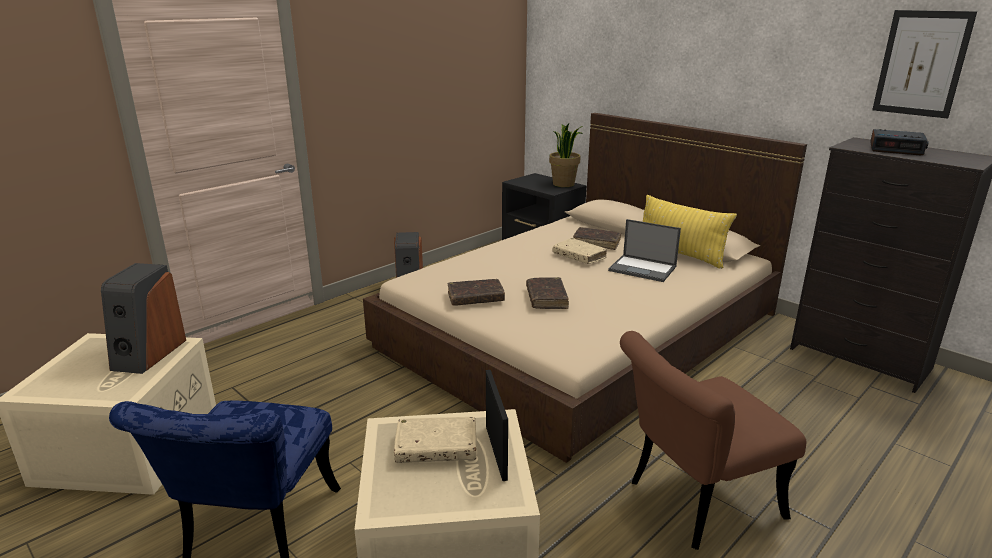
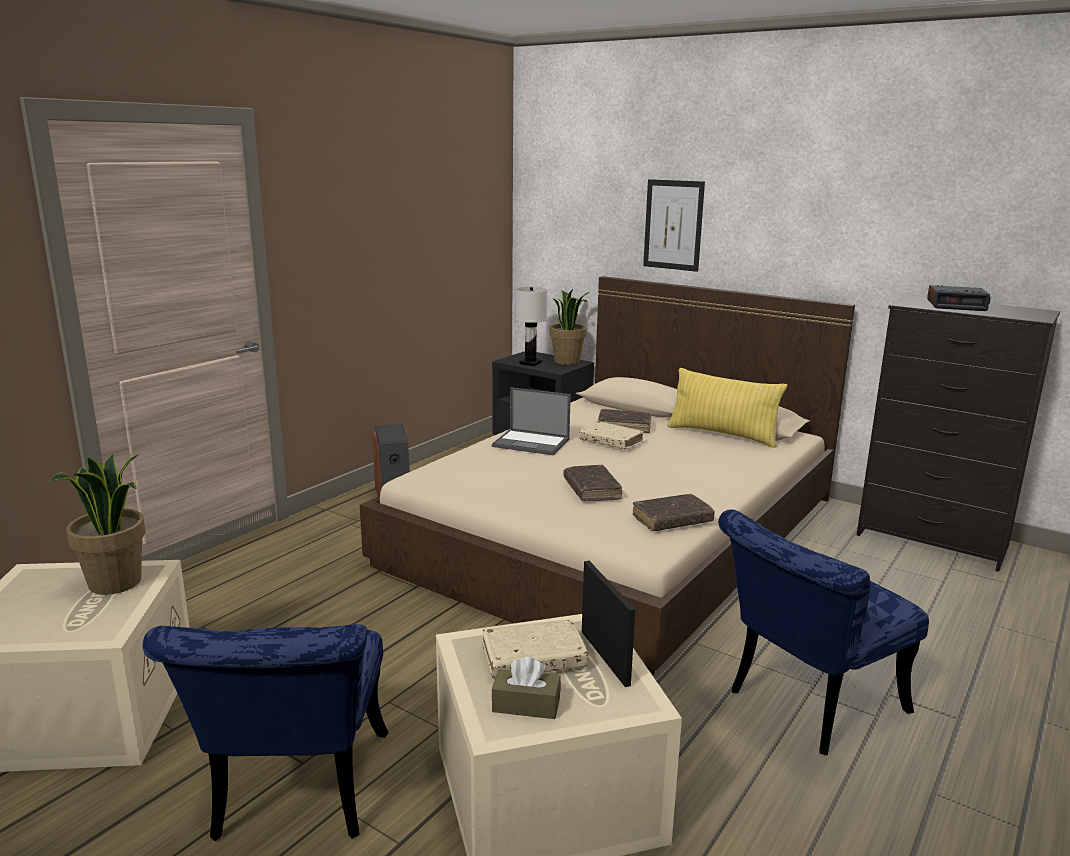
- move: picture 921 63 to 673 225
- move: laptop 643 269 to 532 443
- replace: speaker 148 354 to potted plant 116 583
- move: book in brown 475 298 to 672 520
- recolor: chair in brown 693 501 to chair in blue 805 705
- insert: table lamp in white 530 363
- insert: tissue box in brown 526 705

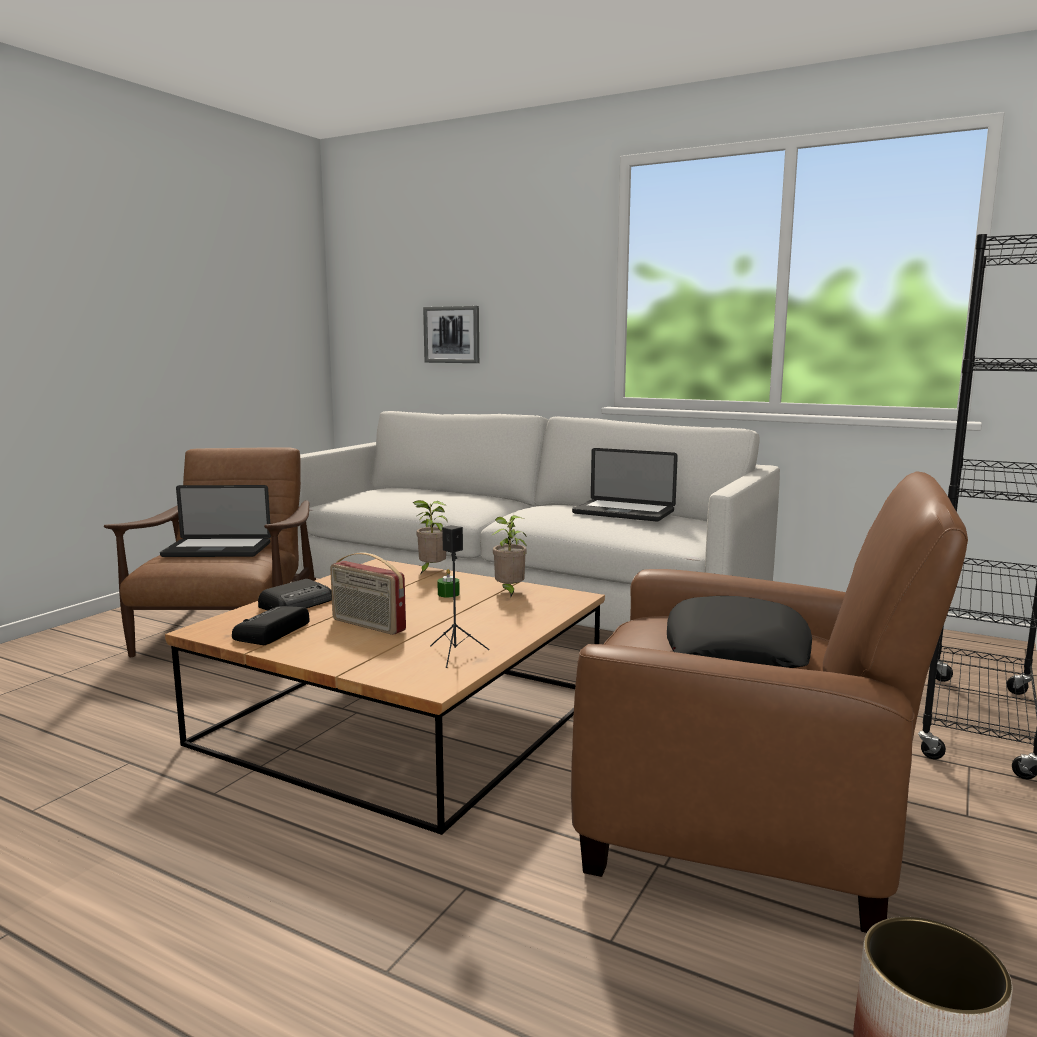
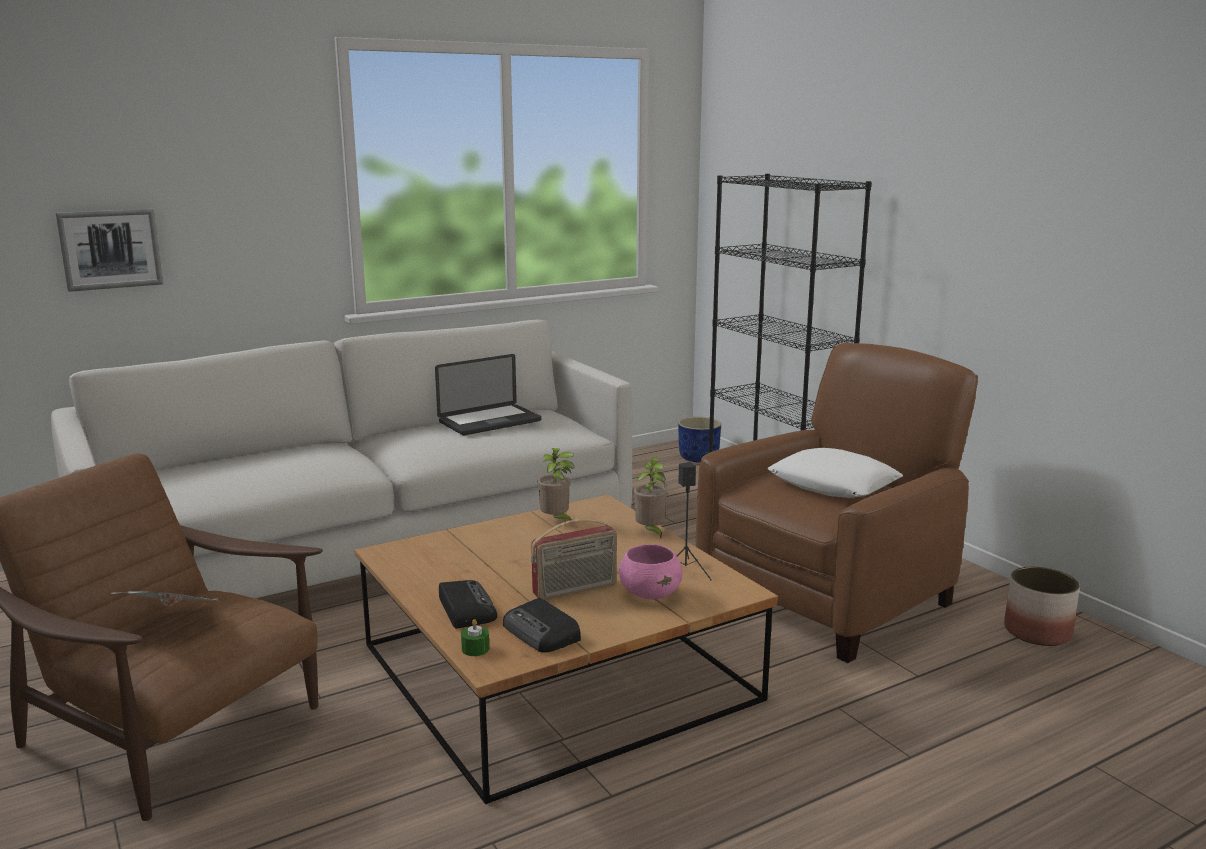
- replace: laptop 217 550 to newspaper 175 621
- move: potted plant 431 570 to 650 532
- move: candle in green 448 594 to 475 649
- recolor: pillow in black 737 649 to pillow in white 833 484
- insert: planter in blue 699 458
- insert: bowl in pink 650 594

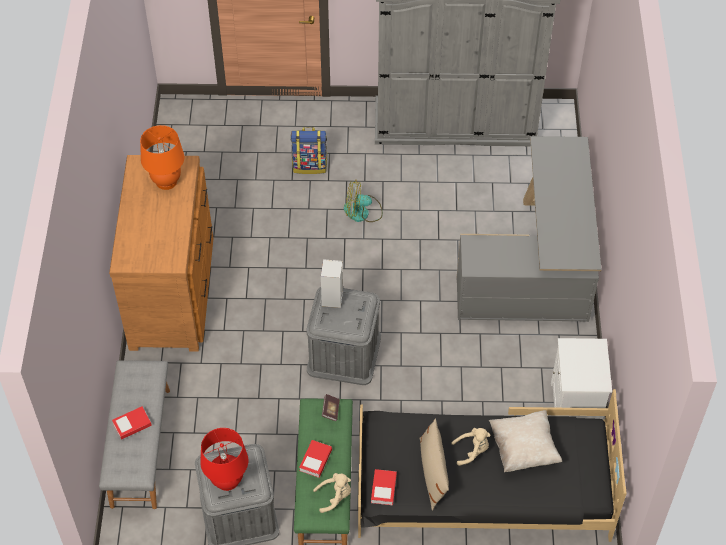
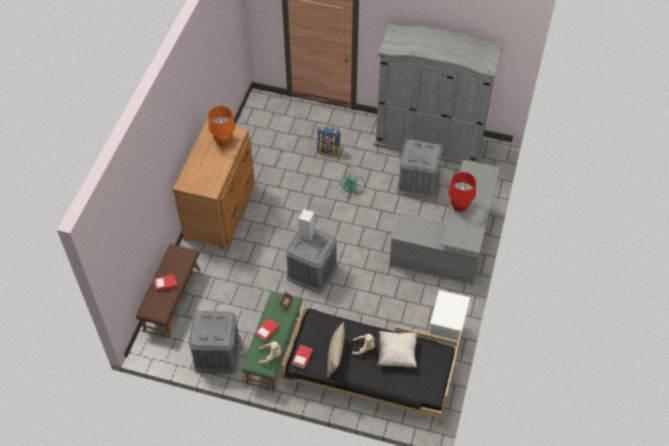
- recolor: bench in grey 139 447 to bench in brown 171 299
- move: table lamp in red 227 480 to 459 206
- insert: storage box in grey 418 182

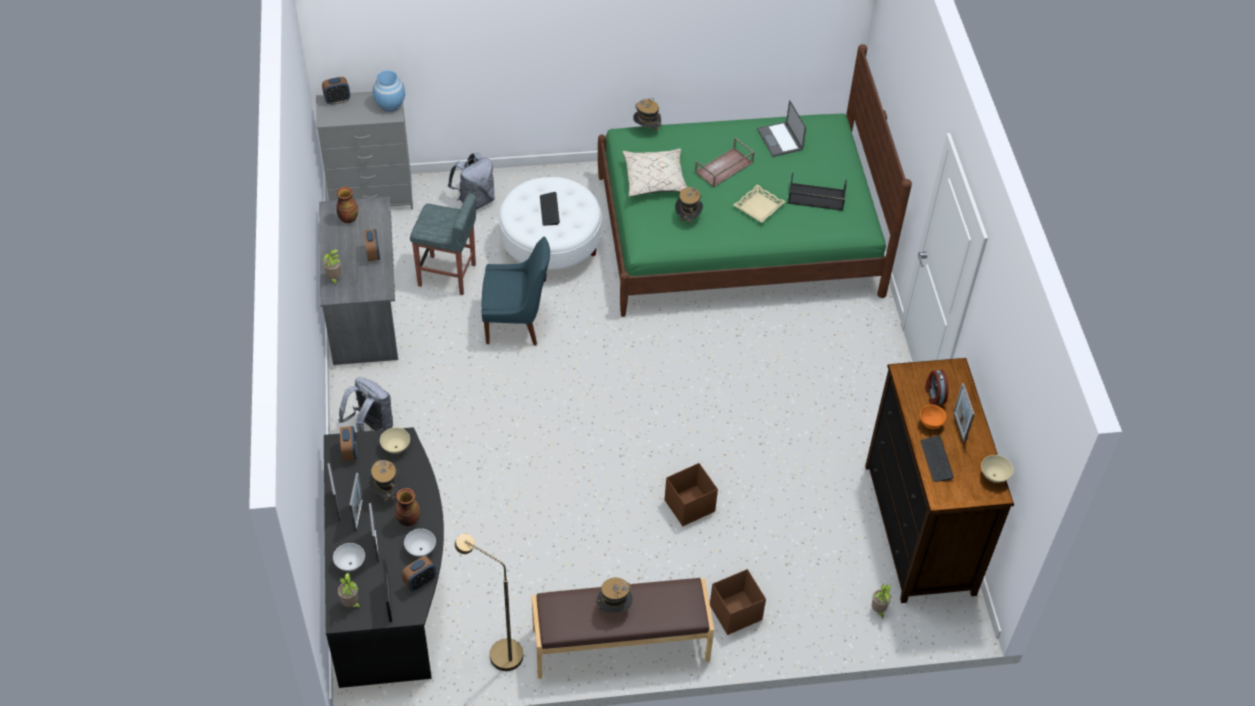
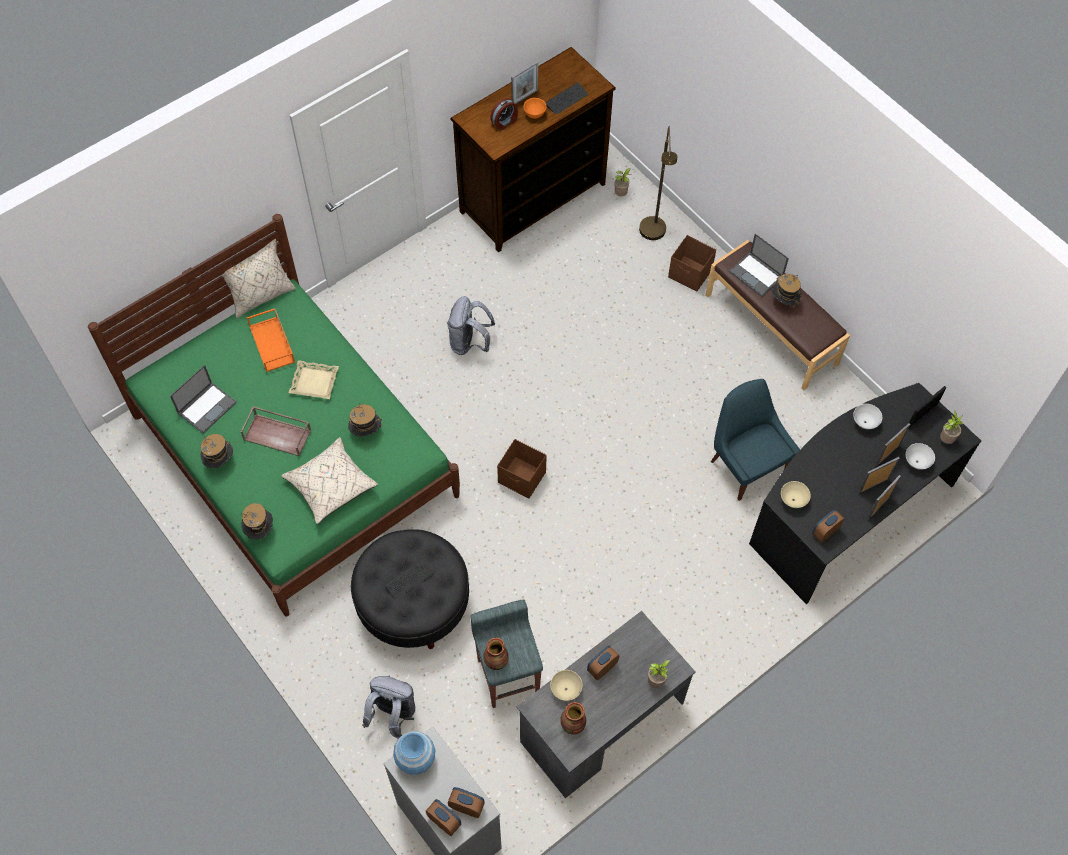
- recolor: tray in black 815 197 to tray in orange 273 344
- recolor: ottoman in white 550 249 to ottoman in black 413 603
- move: chair in blue 516 323 to 746 465
- move: backpack in grey 371 428 to 469 343
- move: bowl in beige 994 476 to 566 689
- move: hat 386 493 to 220 461
- move: storage box in brown 688 506 to 522 478
- move: vase 408 520 to 496 662
- move: floor lamp in brown 497 652 to 653 236
- move: alarm clock 420 582 to 467 806
- insert: laptop 757 274
- insert: pillow in beige 261 296

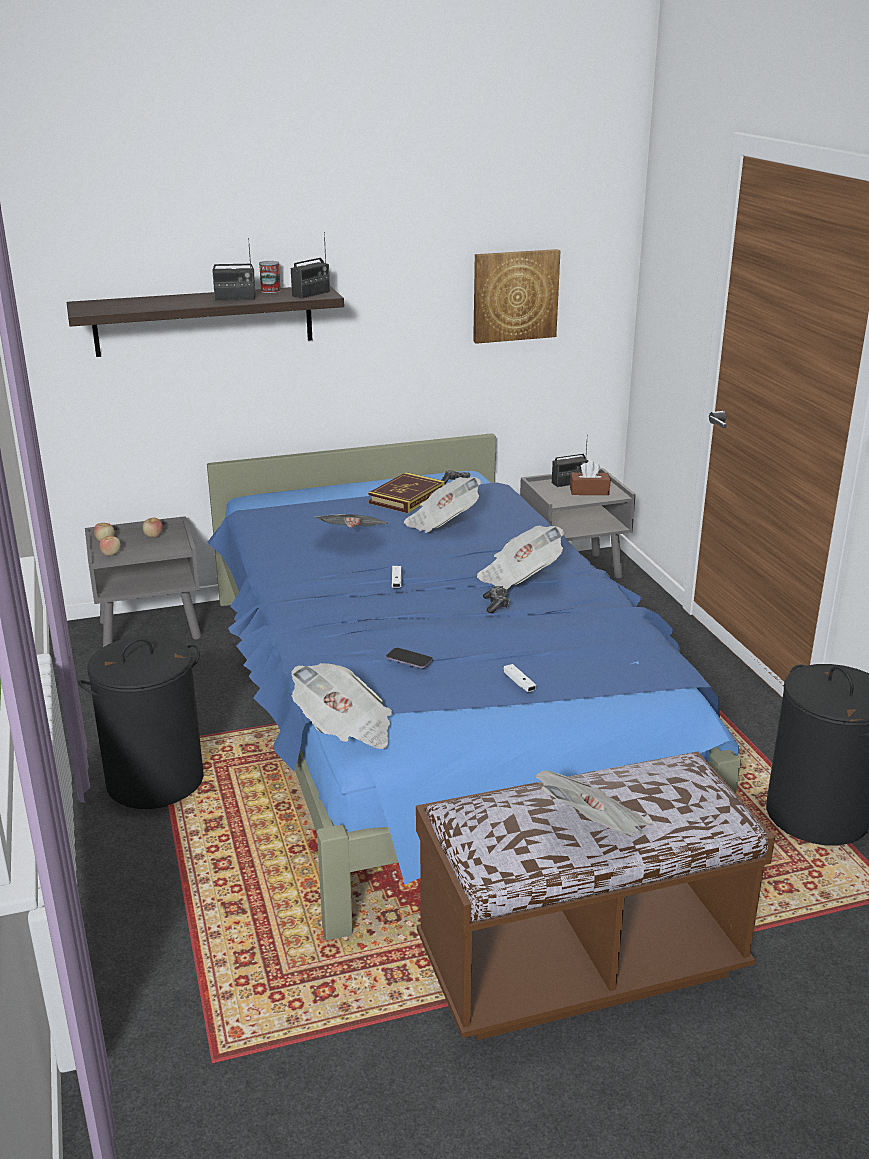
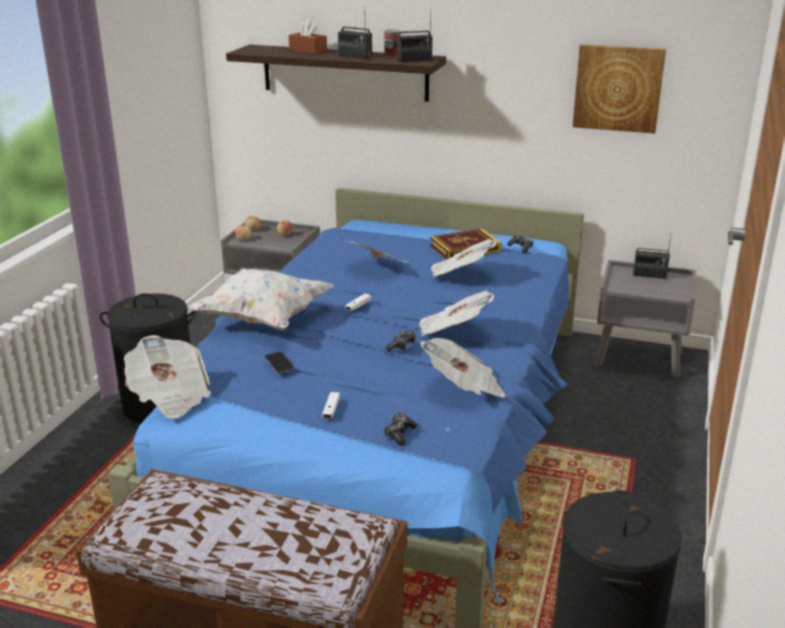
- move: tissue box in brown 589 491 to 308 51
- move: newspaper 594 829 to 463 388
- insert: pillow in white 263 319
- insert: game controller 399 434

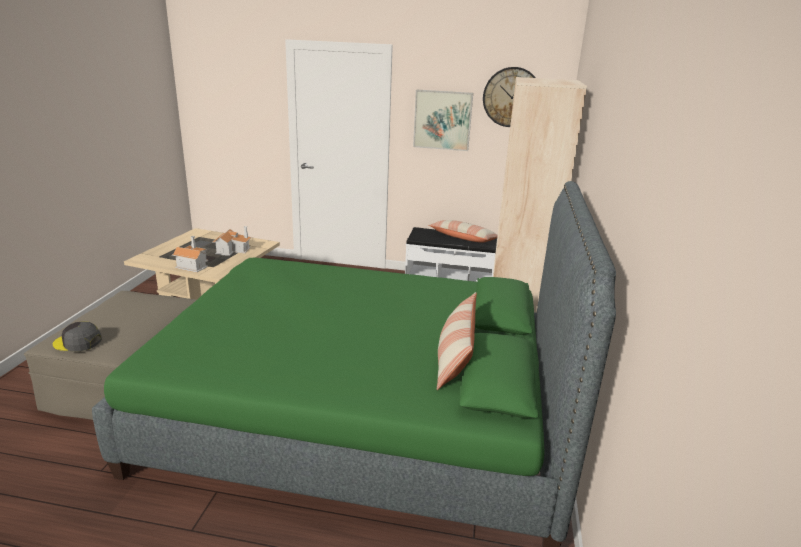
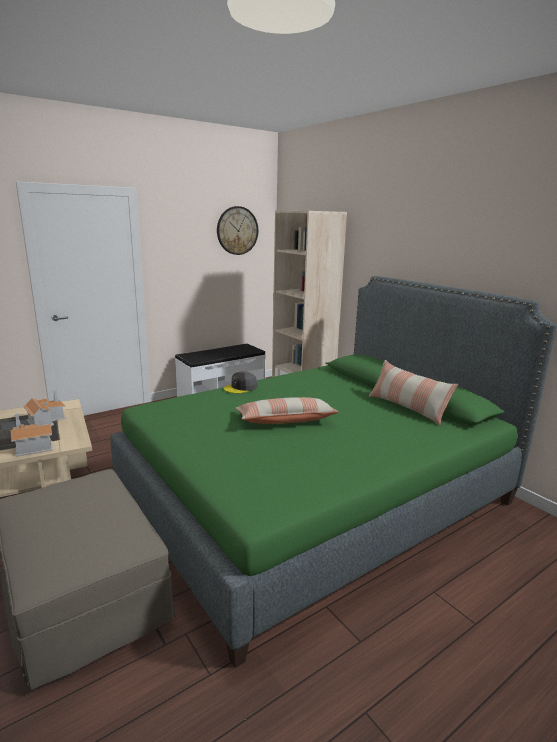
- delete: picture 442 120
- move: pillow 463 238 to 285 420
- move: cap in grey 77 342 to 241 388

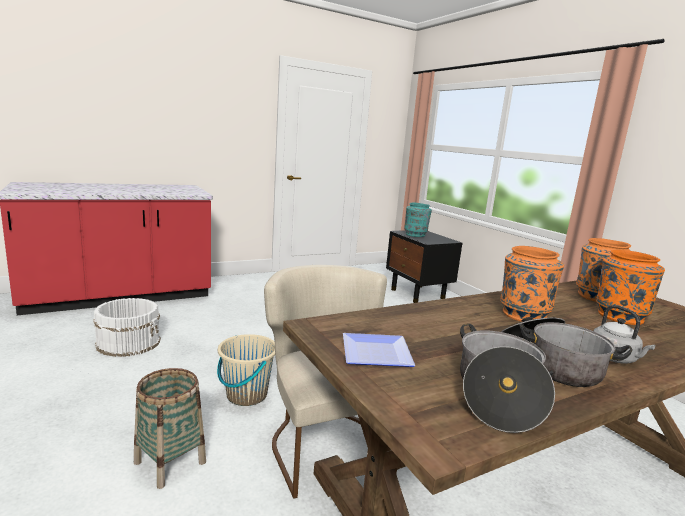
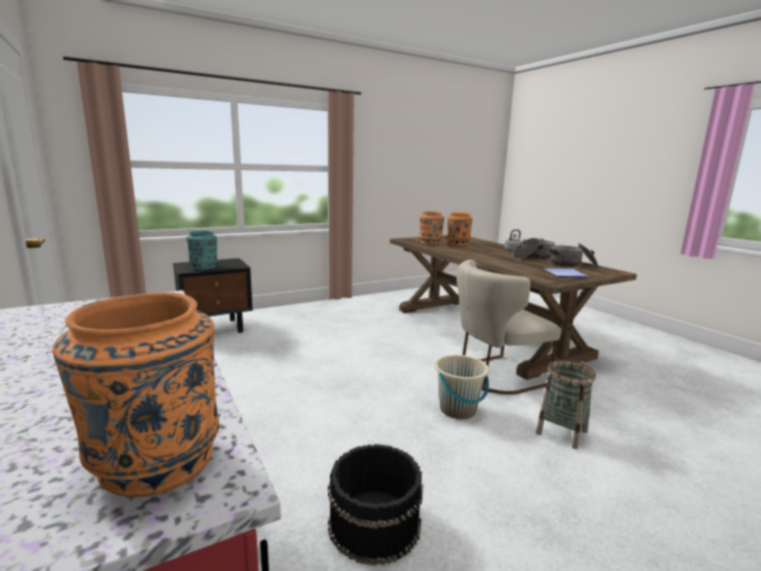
- move: vase in orange 523 315 to 155 463
- recolor: bucket in white 129 342 to bucket in black 373 523

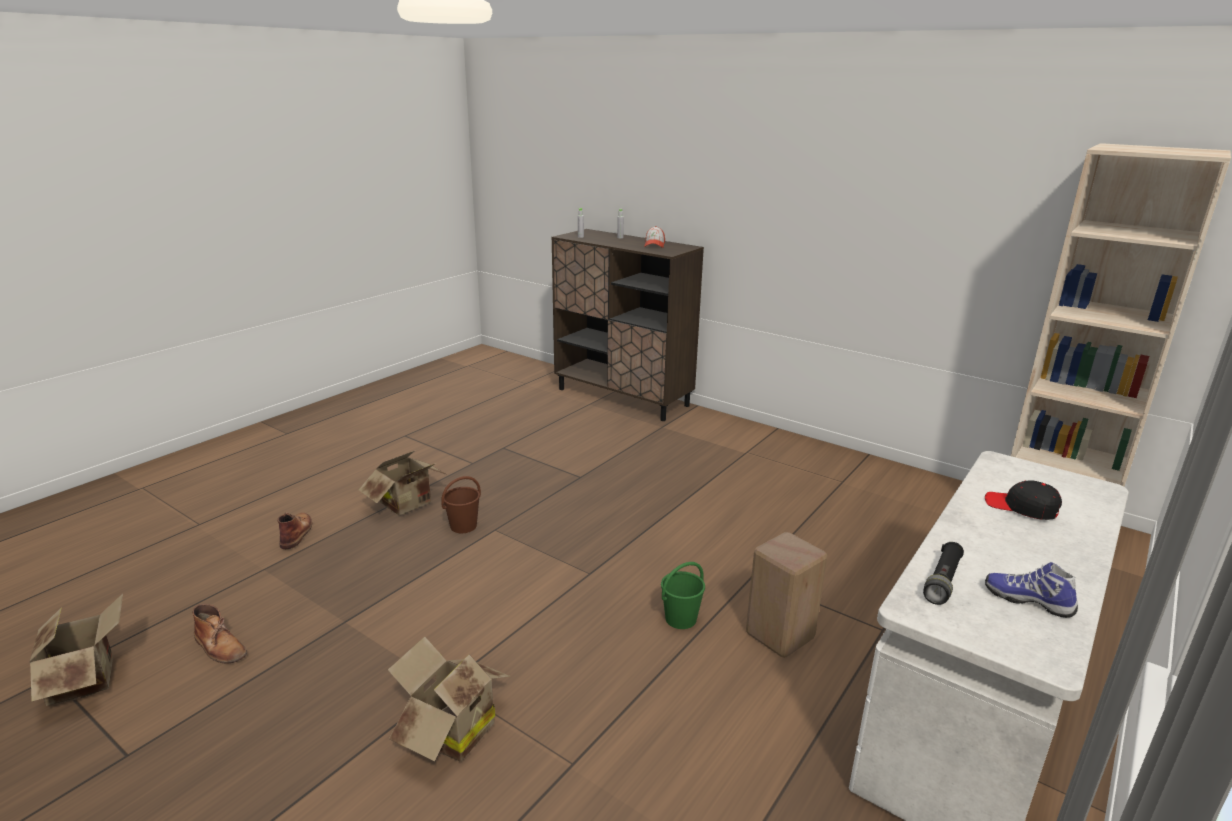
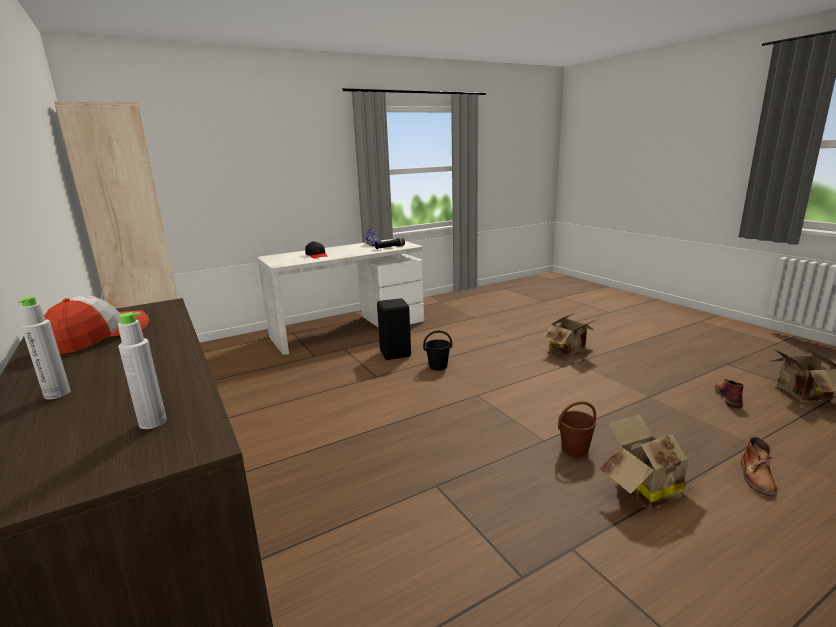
- recolor: stool in beige 779 634 to stool in black 394 354
- recolor: bucket in green 680 619 to bucket in black 438 366
- rotate: boot in brown 220 647 = 728 396 45 degrees clockwise

